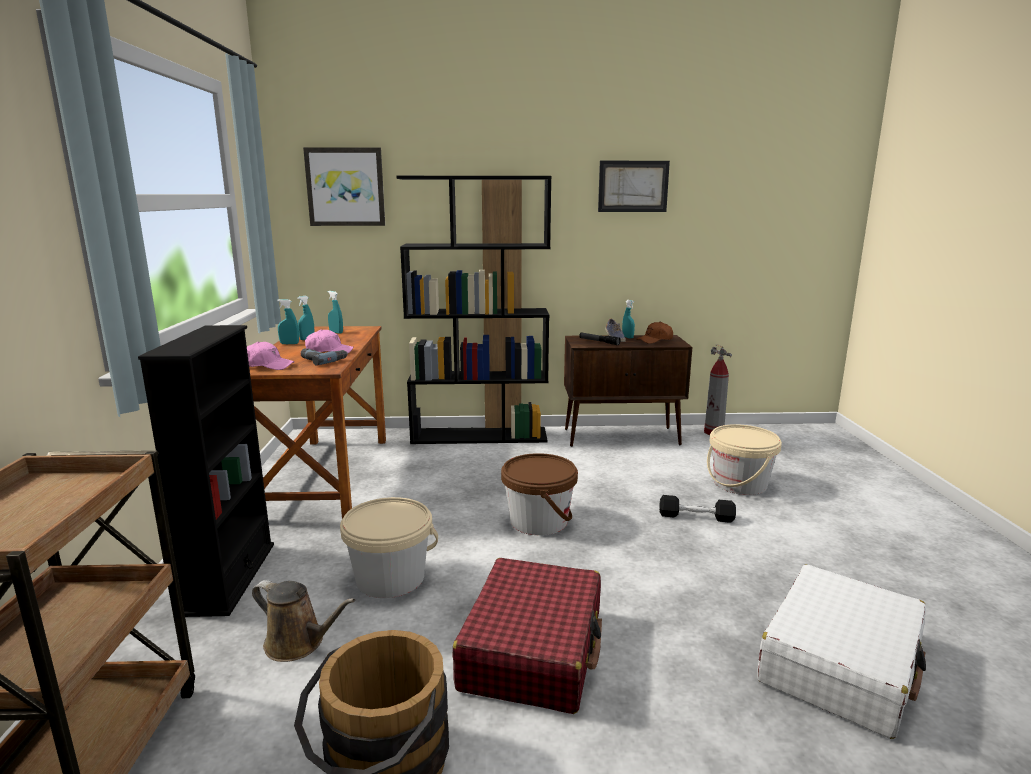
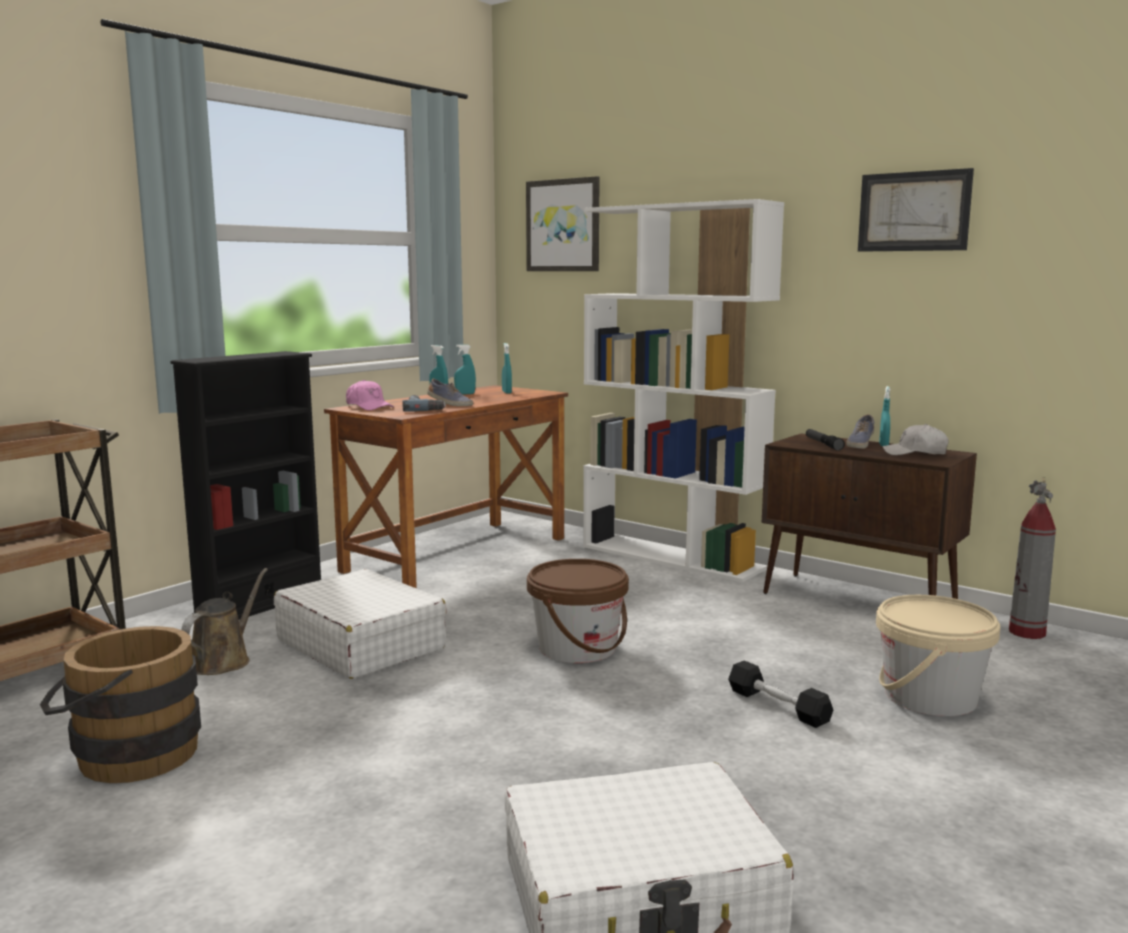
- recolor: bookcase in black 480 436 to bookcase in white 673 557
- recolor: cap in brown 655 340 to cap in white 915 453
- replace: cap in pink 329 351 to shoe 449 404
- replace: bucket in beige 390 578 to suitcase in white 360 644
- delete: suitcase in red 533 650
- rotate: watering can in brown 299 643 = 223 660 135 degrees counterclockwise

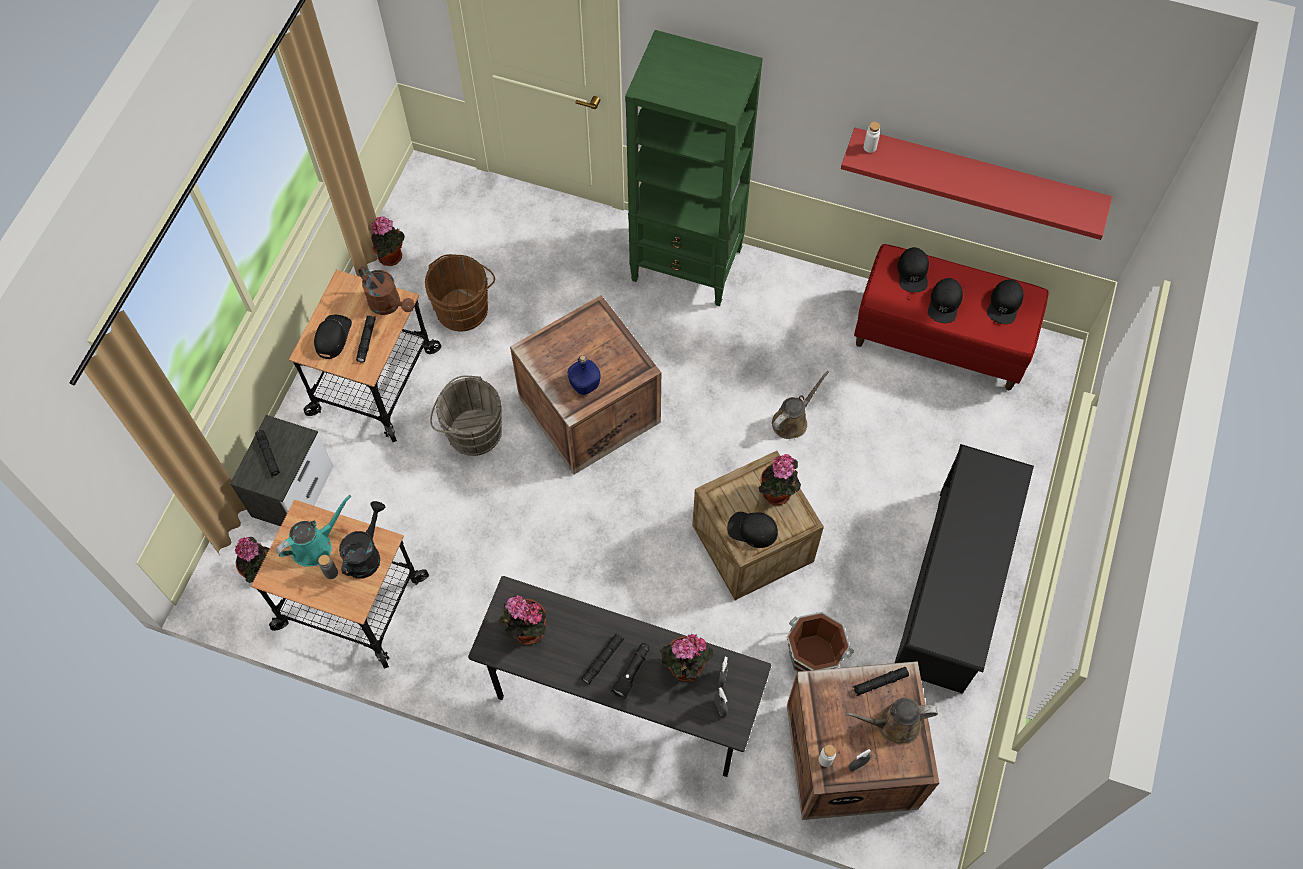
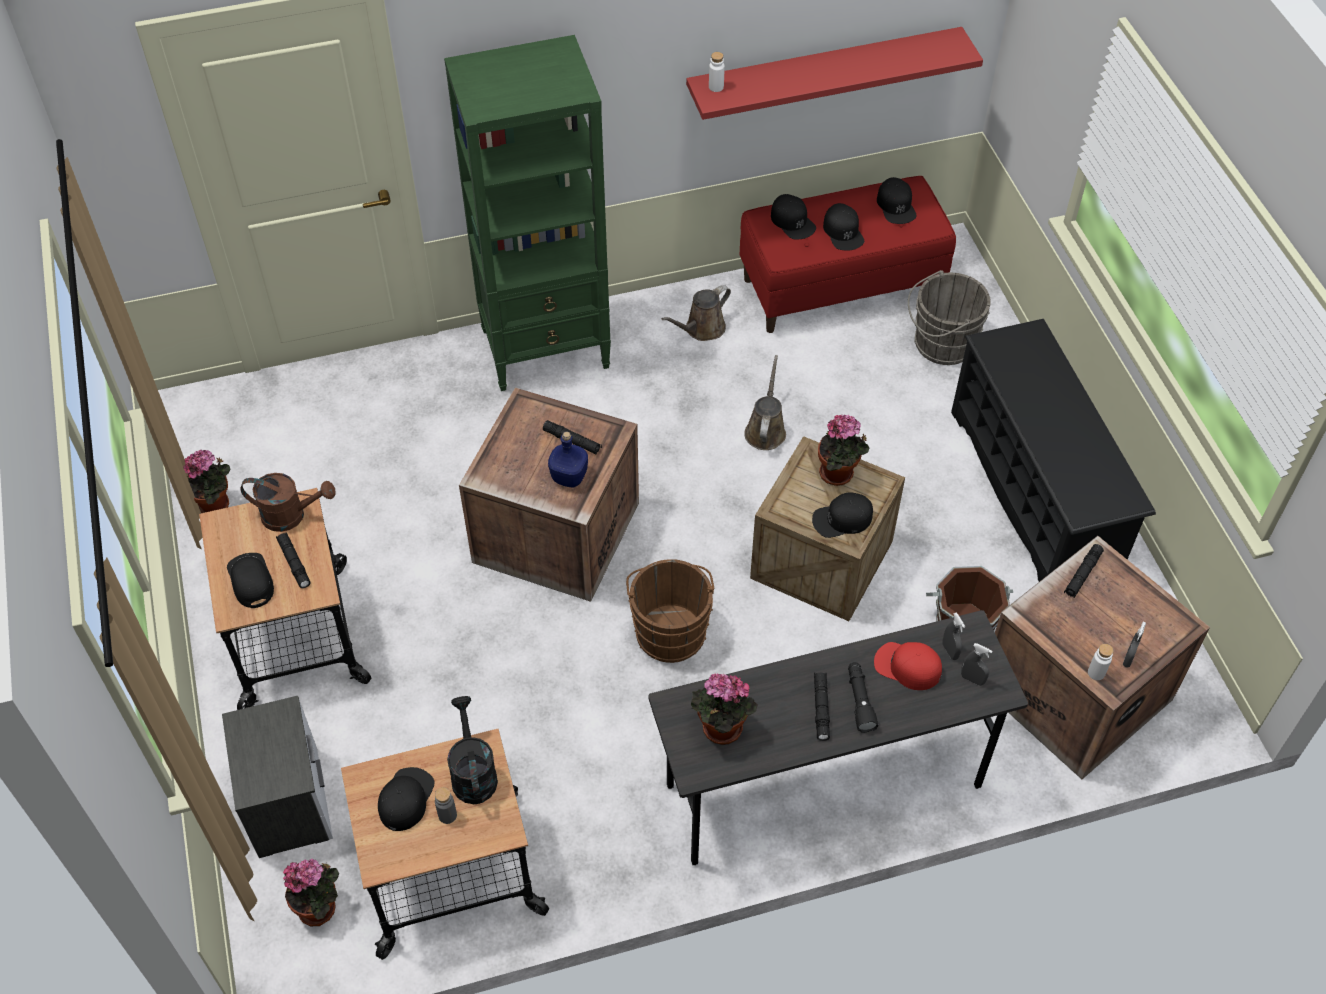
- move: bucket in brown 464 307 to 670 630
- move: bucket in grey 471 431 to 940 344
- move: flashlight in black 268 455 to 572 441
- replace: watering can in turquoise 315 545 to cap in black 405 799
- replace: potted plant 684 669 to cap in red 907 667
- move: watering can in brown 894 724 to 702 329

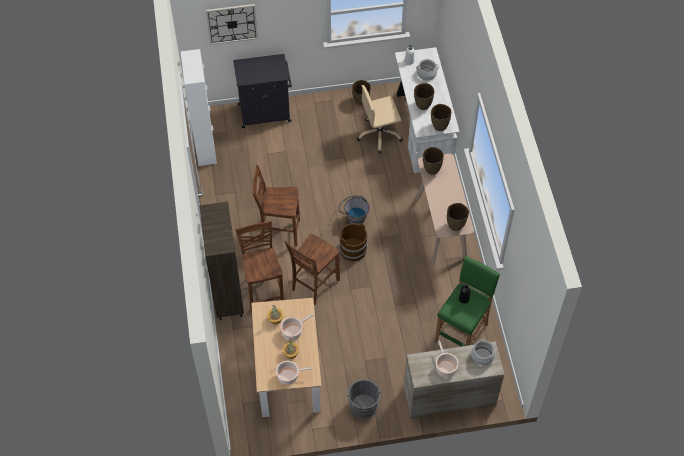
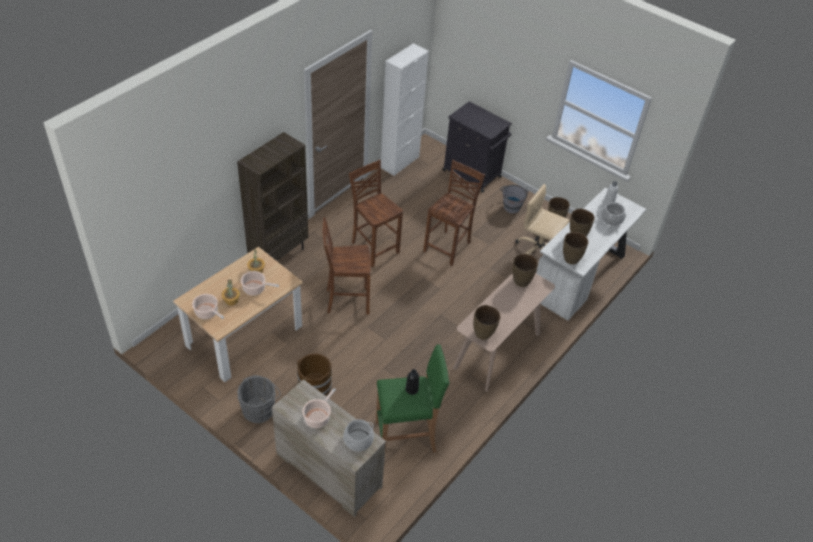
- delete: wall clock 232 23
- move: bucket in grey 354 216 to 511 205
- move: chair in brown 263 290 to 448 247
- move: bucket in brown 353 249 to 314 386

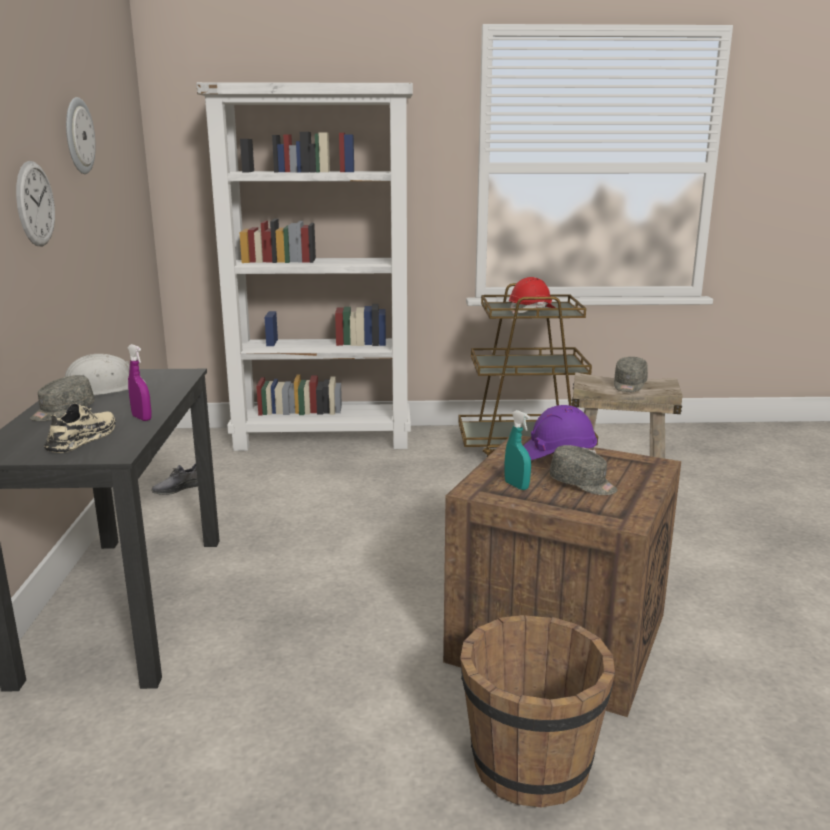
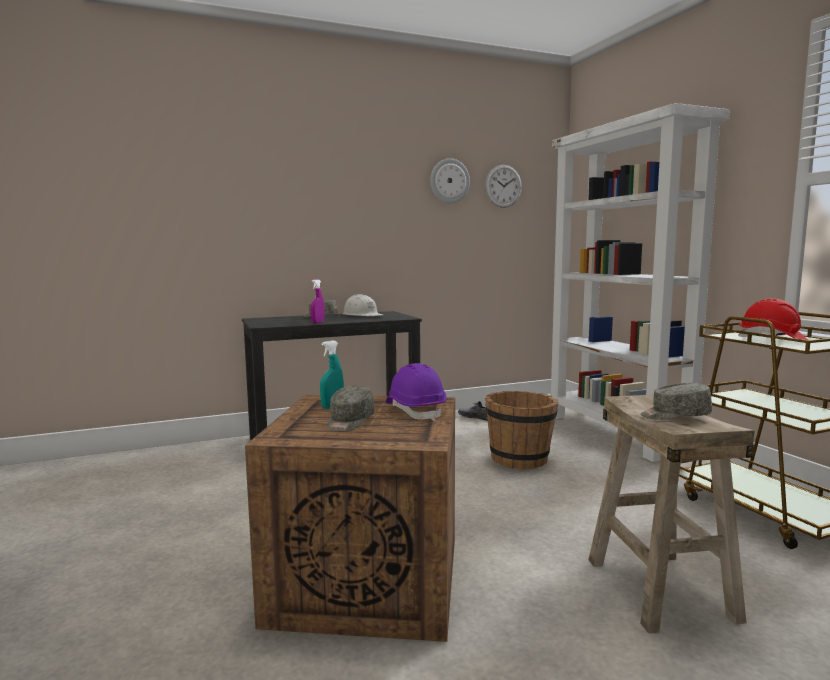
- move: wall clock 35 204 to 503 186
- delete: shoe in beige 83 439
- move: bucket in brown 530 764 to 520 459

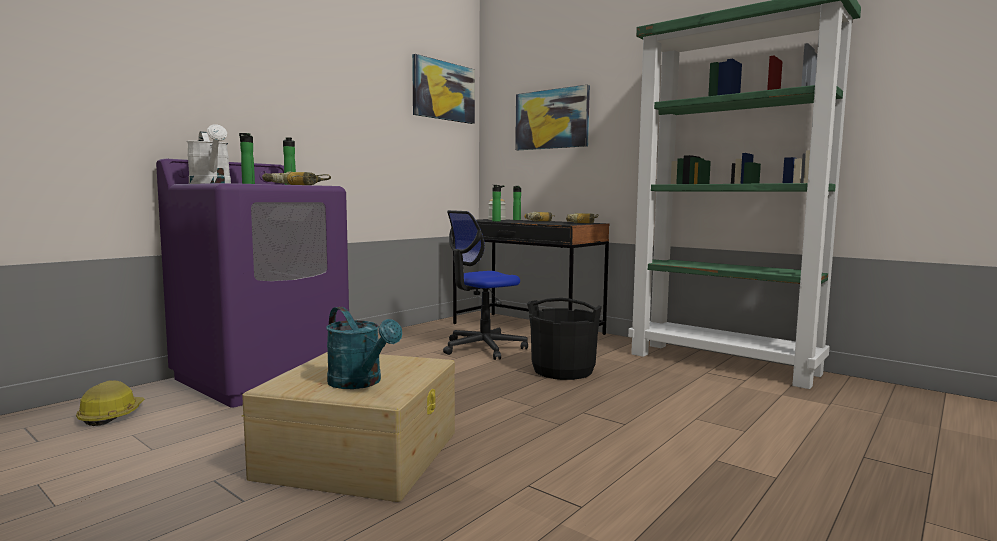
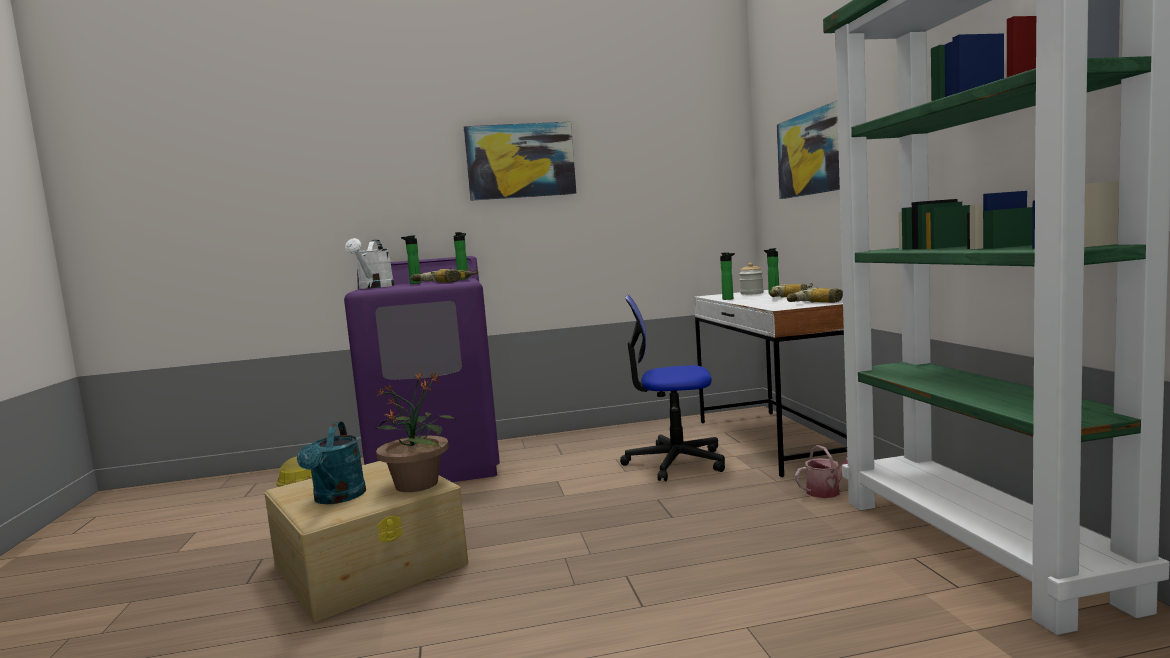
- move: picture 443 91 to 520 161
- recolor: desk in black 526 329 to desk in white 775 441
- delete: bucket in black 563 370
- insert: potted plant 417 484
- insert: watering can 827 490

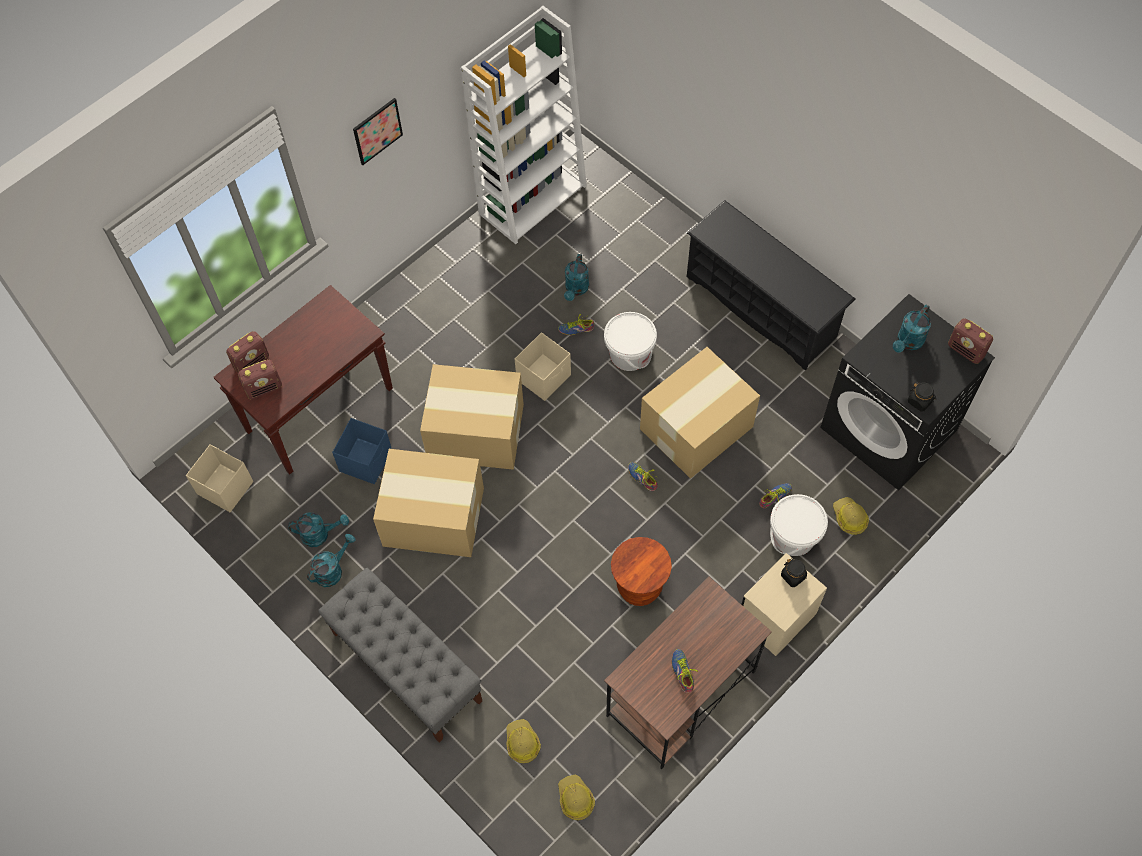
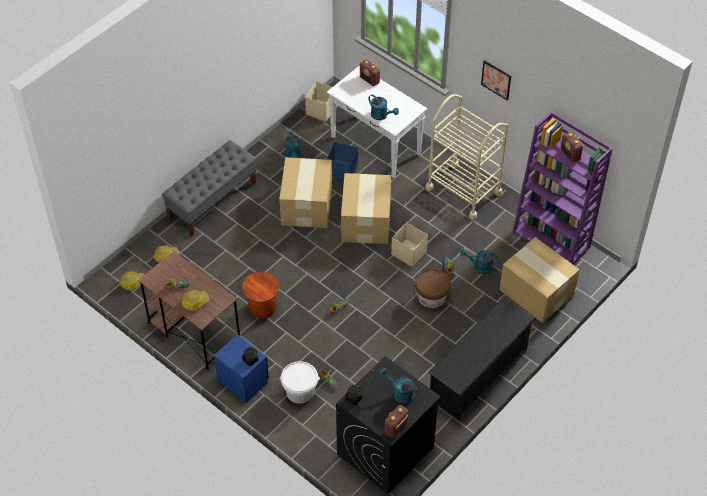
- recolor: bookcase in white 533 198 to bookcase in purple 552 239
- recolor: console table in brown 320 409 to console table in white 376 146
- recolor: bucket in white 629 354 to bucket in brown 431 298
- move: cardboard box 698 427 to 537 293
- move: radio 264 388 to 570 154
- move: hard hat 849 518 to 195 302
- move: watering can in turquoise 332 570 to 381 116
- recolor: nightstand in beige 776 618 to nightstand in blue 243 381
- insert: cart in beige 463 190

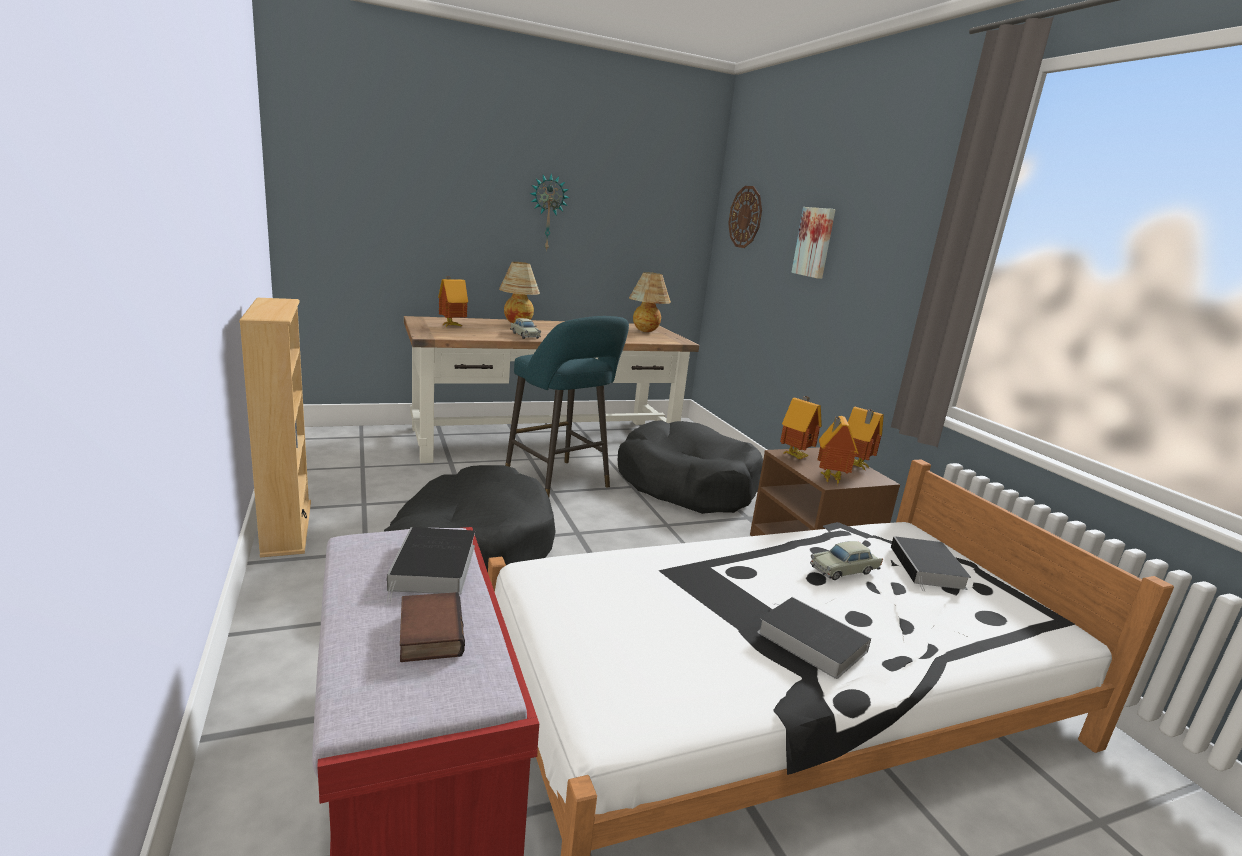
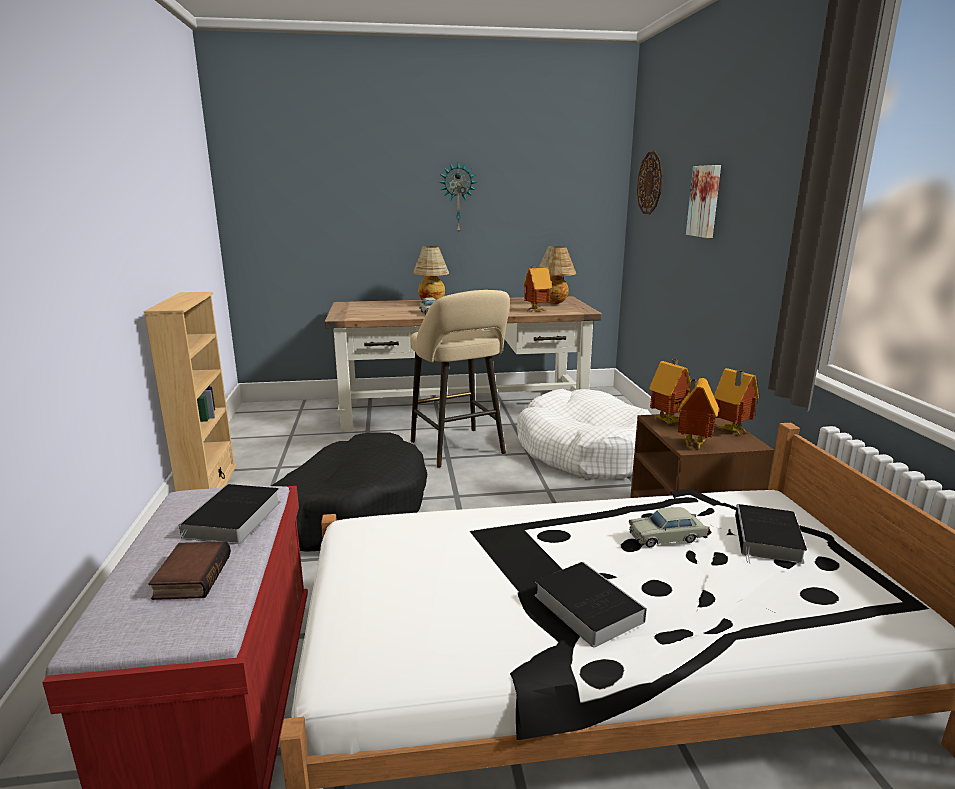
- move: toy house 451 326 to 535 311
- recolor: stool in turquoise 560 483 to stool in beige 459 449
- recolor: dog bed in black 686 484 to dog bed in white 584 451

